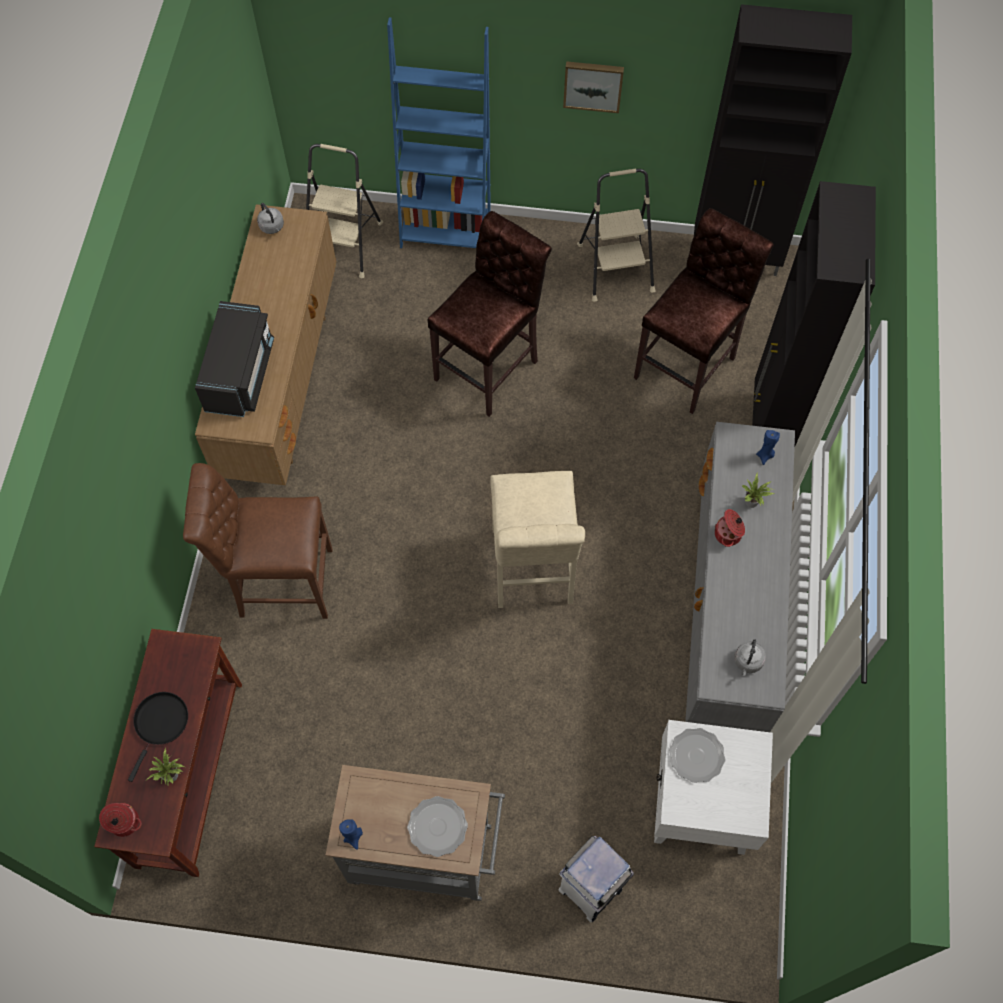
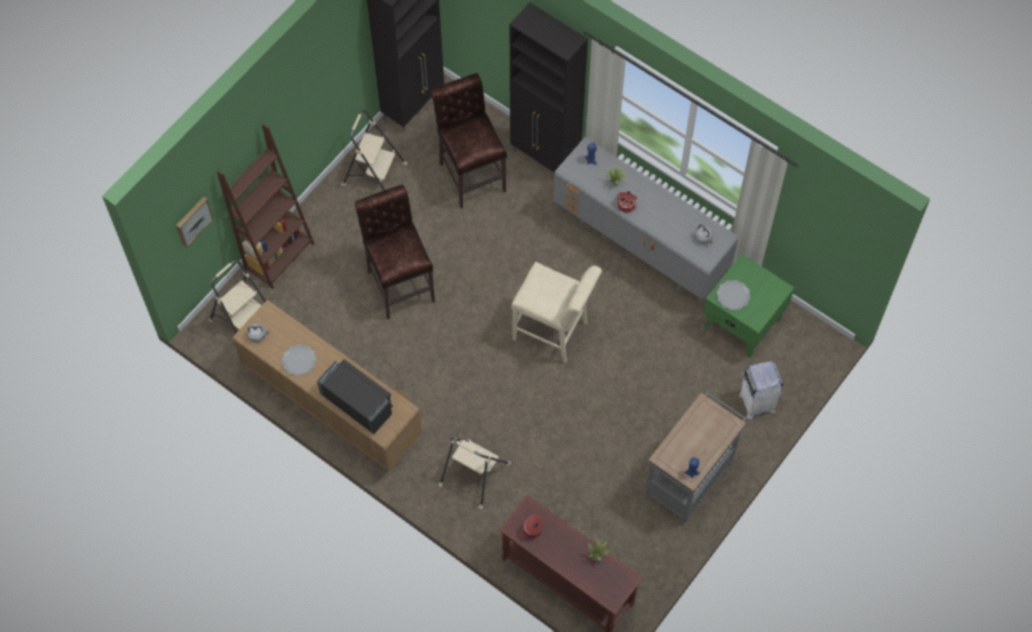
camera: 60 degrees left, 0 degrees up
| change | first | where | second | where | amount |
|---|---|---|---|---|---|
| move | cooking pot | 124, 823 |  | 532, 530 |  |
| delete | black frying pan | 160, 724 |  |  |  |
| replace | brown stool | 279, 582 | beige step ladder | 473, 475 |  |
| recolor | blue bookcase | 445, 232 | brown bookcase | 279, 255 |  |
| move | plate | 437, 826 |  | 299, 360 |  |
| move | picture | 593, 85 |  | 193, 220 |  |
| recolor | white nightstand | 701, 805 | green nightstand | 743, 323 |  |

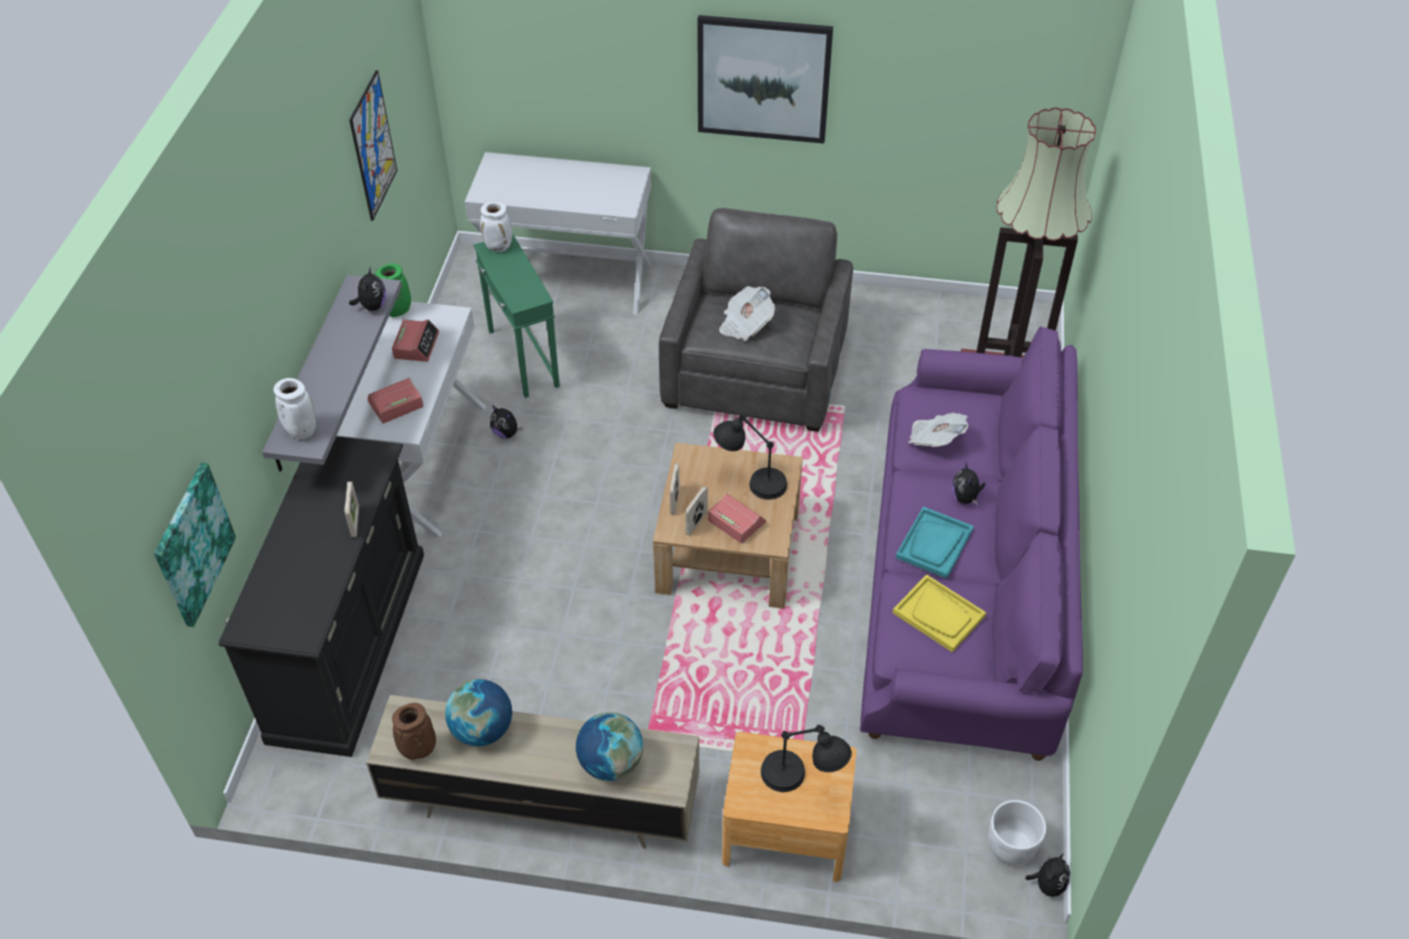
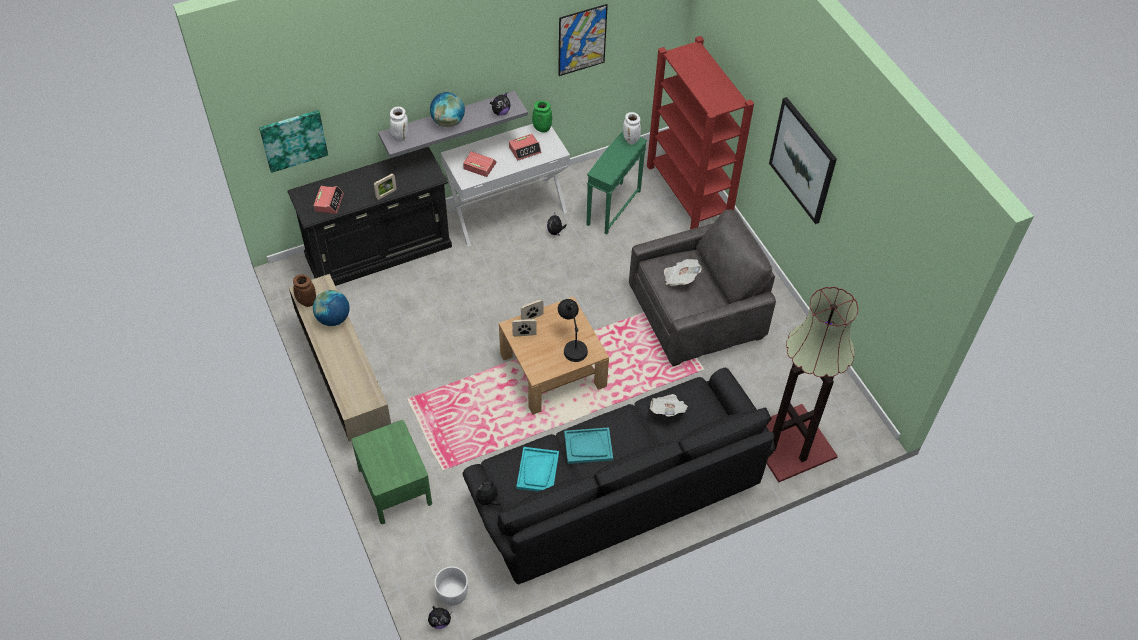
camera: 55 degrees right, 5 degrees up
| change | first | where | second | where | amount |
|---|---|---|---|---|---|
| replace | white console table | 567, 280 | red bookcase | 689, 192 |  |
| move | globe | 611, 763 |  | 448, 122 |  |
| move | alarm clock | 736, 521 |  | 329, 202 |  |
| recolor | brown nightstand | 786, 831 | green nightstand | 395, 486 |  |
| delete | black table lamp | 802, 780 |  |  |  |
| recolor | purple sofa | 963, 583 | black sofa | 615, 491 |  |
| recolor | yellow tray | 939, 614 | turquoise tray | 538, 471 |  |
| move | plush toy | 965, 498 |  | 488, 501 |  |

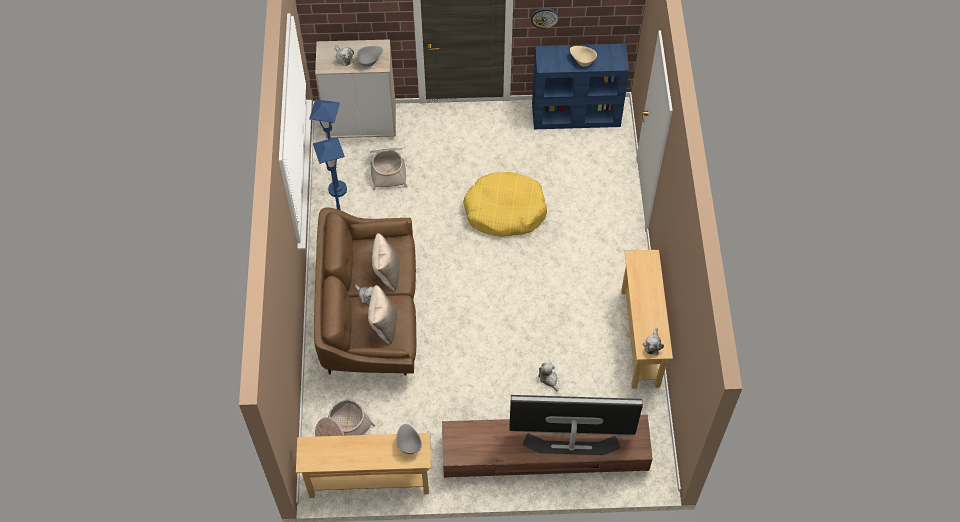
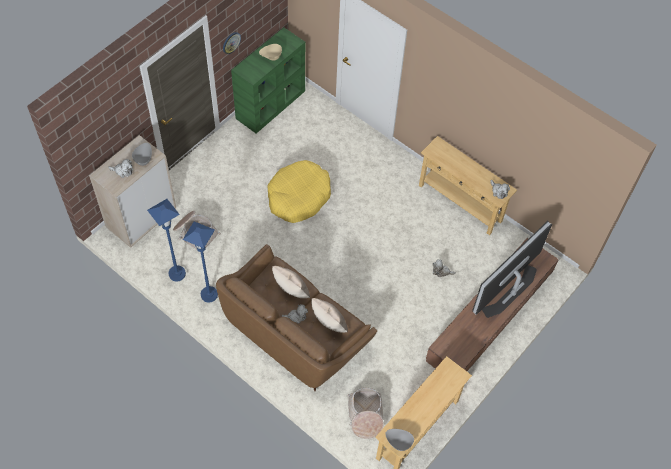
camera: 50 degrees left, 0 degrees up
| change | first | where | second | where | amount |
|---|---|---|---|---|---|
| move | grey bowl | 409, 444 |  | 398, 442 |  |
| recolor | blue bookcase | 576, 114 | green bookcase | 270, 104 |  |

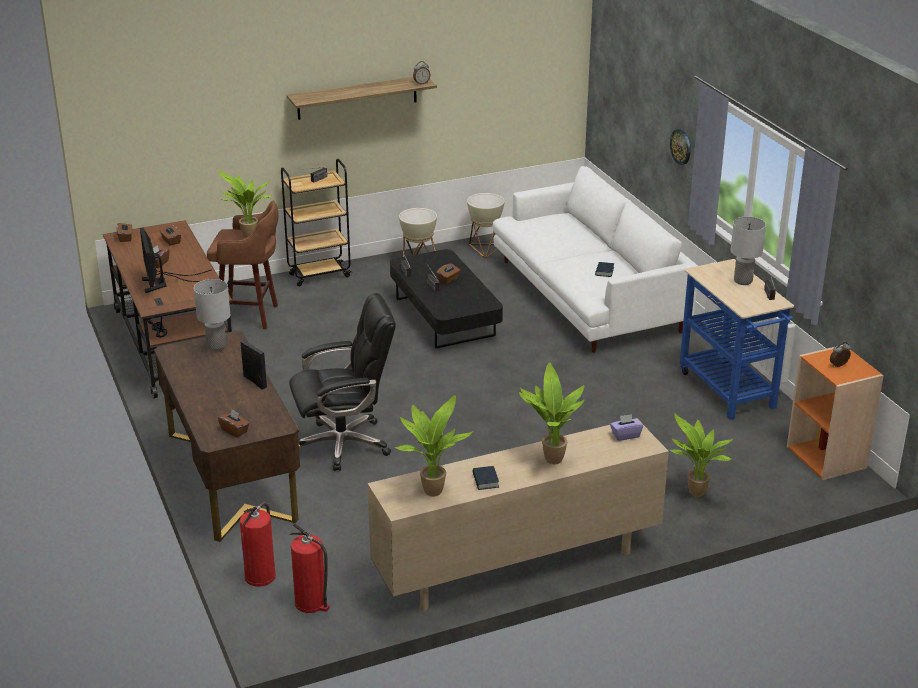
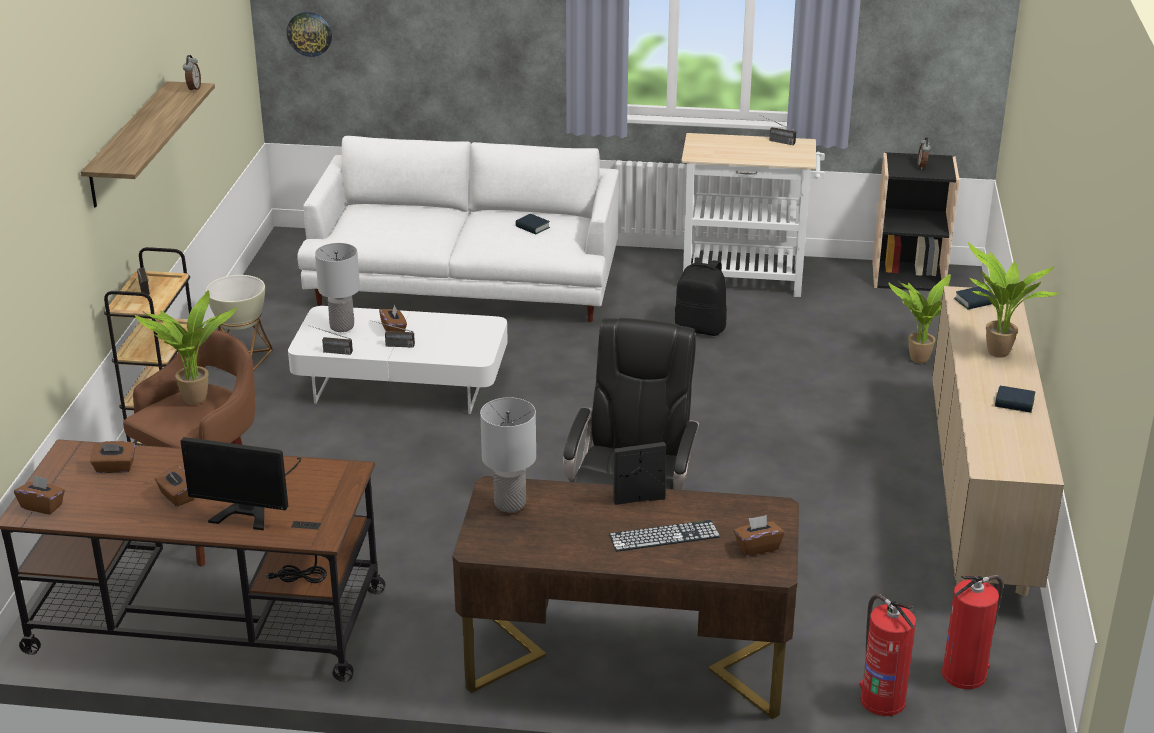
camera: 60 degrees left, 0 degrees up
| change | first | where | second | where | amount |
|---|---|---|---|---|---|
| recolor | black coffee table | 444, 317 | white coffee table | 402, 385 |  |
| delete | potted plant | 431, 490 |  |  |  |
| delete | planter | 485, 249 |  |  |  |
| replace | purple tissue box | 625, 435 | book | 975, 301 |  |
| move | wall clock | 681, 146 |  | 309, 33 |  |
| recolor | blue cart | 728, 390 | white cart | 745, 279 |  |
| move | grey table lamp | 743, 282 |  | 342, 328 |  |
| recolor | orange bookcase | 827, 457 | black bookcase | 909, 276 |  |
| insert |  |  | keyboard | 664, 536 |  |
| insert |  |  | black backpack | 700, 328 |  |

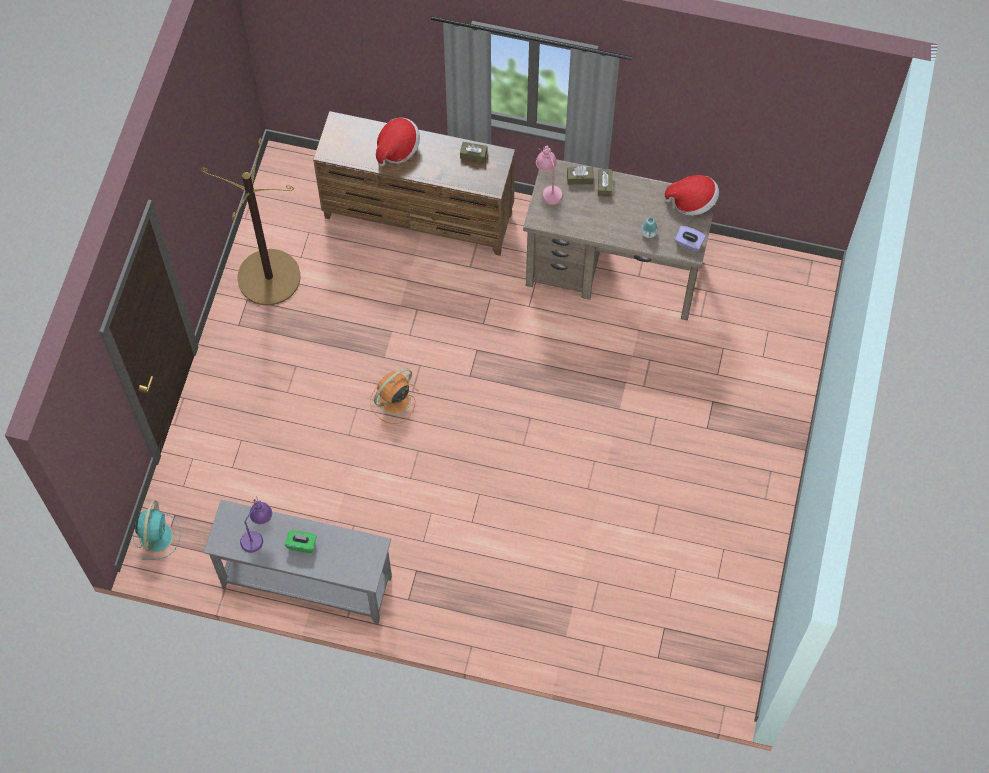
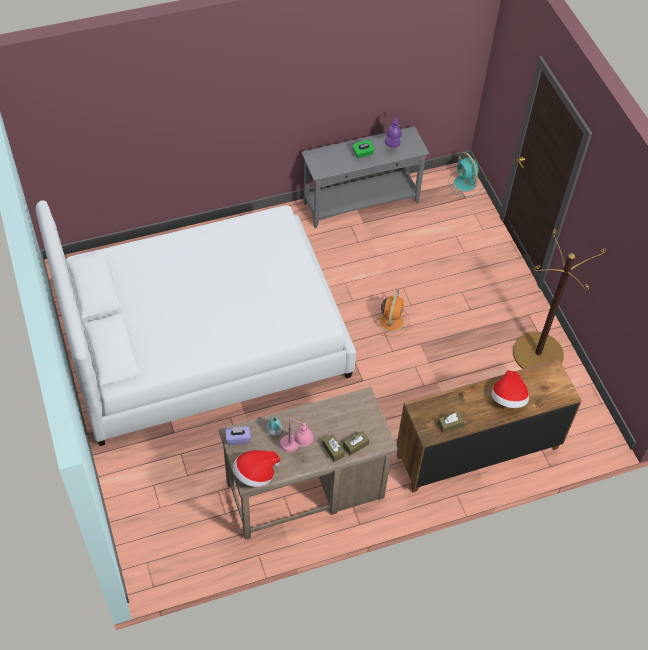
camera: 145 degrees right, 10 degrees down
| change | first | where | second | where | amount |
|---|---|---|---|---|---|
| move | pink table lamp | 548, 187 |  | 296, 448 |  |
| insert |  |  | white bed | 203, 339 |  |

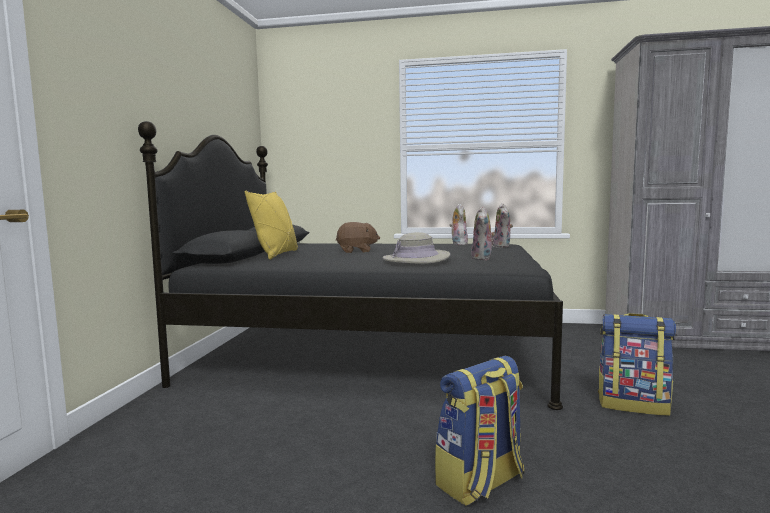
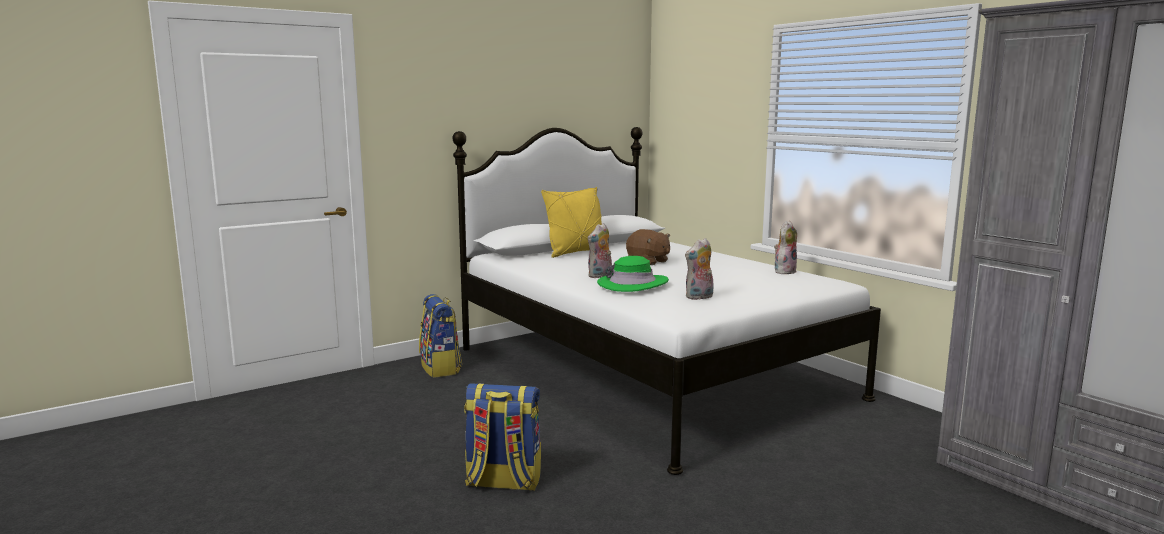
camera: 45 degrees right, 5 degrees up
| change | first | where | second | where | amount |
|---|---|---|---|---|---|
| recolor | black bed | 372, 352 | white bed | 648, 372 |  |
| recolor | beige hat | 416, 259 | green hat | 632, 284 |  |
| move | plush toy | 503, 246 |  | 600, 276 |  |
| move | backpack | 633, 404 |  | 441, 368 |  |

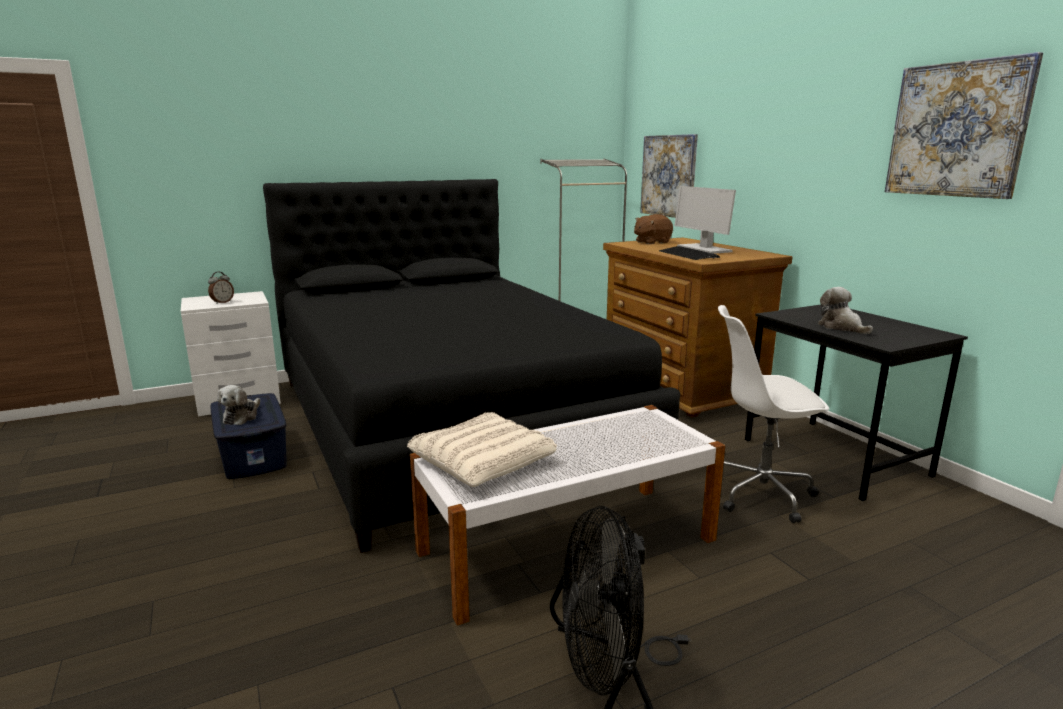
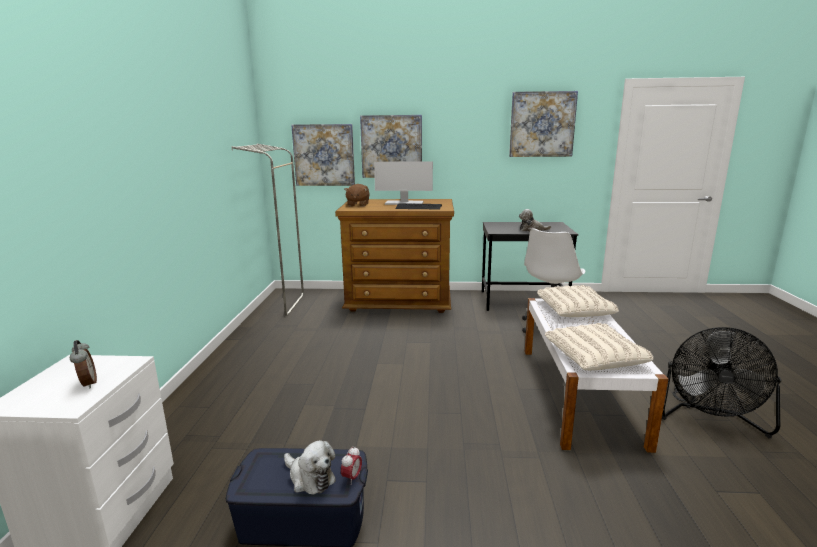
camera: 60 degrees left, 0 degrees up
| change | first | where | second | where | amount |
|---|---|---|---|---|---|
| delete | black bed | 449, 421 |  |  |  |
| insert |  |  | alarm clock | 352, 478 |  |
| insert |  |  | picture | 391, 146 |  |
| insert |  |  | beige pillow | 574, 309 |  |

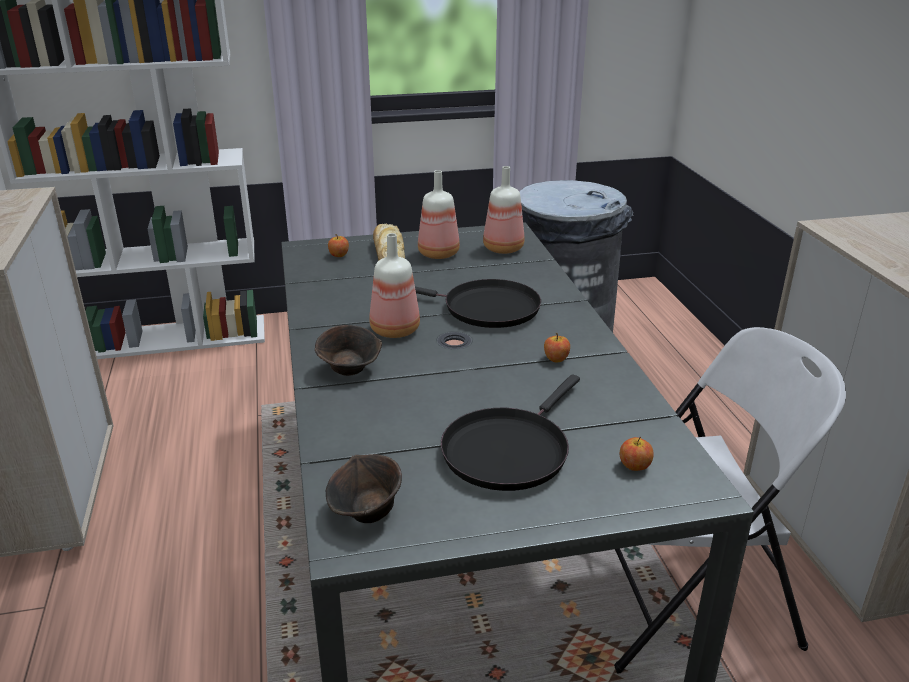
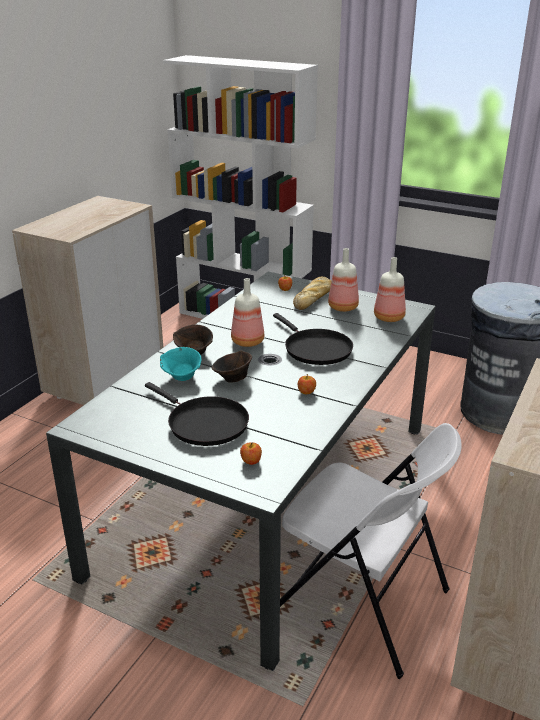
camera: 40 degrees right, 0 degrees up
| change | first | where | second | where | amount |
|---|---|---|---|---|---|
| move | brown bowl | 366, 513 |  | 232, 379 |  |
| rotate | black frying pan | 508, 450 |  | 204, 423 | 120 degrees counterclockwise |
| insert |  |  | turquoise bowl | 182, 377 |  |

